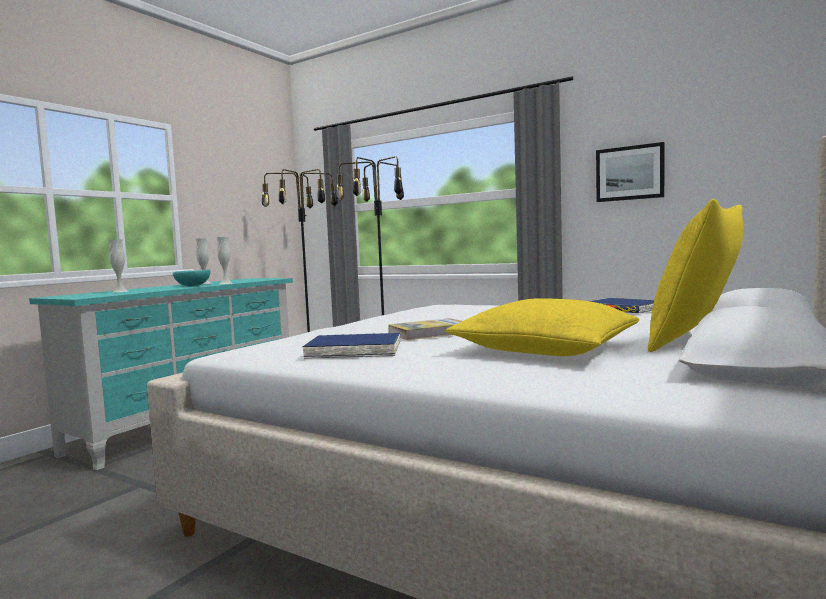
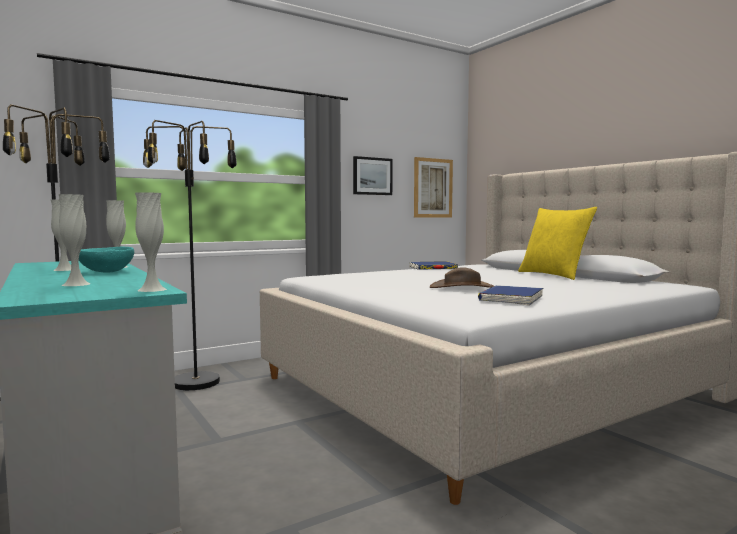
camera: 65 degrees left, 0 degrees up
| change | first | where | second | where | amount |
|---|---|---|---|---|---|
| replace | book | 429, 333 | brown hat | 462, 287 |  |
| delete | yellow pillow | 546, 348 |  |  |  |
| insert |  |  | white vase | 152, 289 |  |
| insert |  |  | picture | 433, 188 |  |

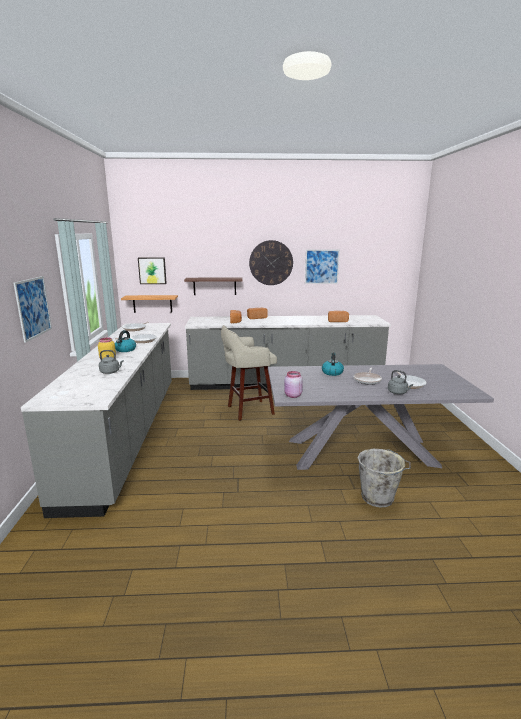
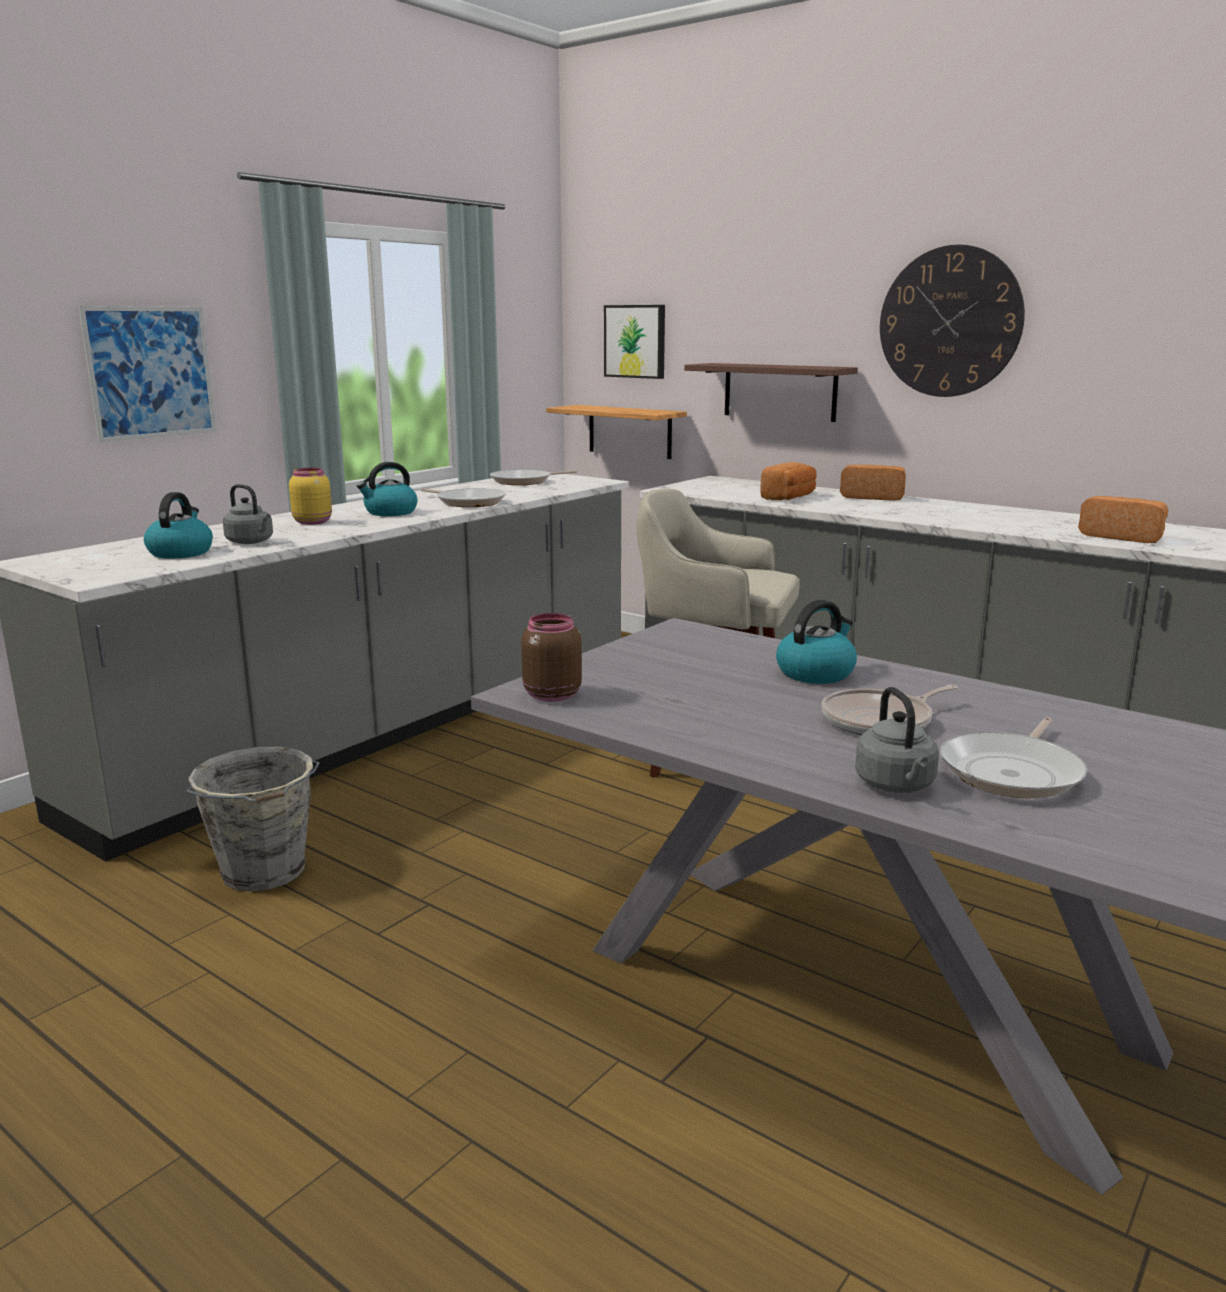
camera: 40 degrees right, 0 degrees up
| change | first | where | second | where | amount |
|---|---|---|---|---|---|
| recolor | pink jar | 292, 395 | brown jar | 550, 695 |  |
| delete | picture | 321, 266 |  |  |  |
| move | grey bucket | 379, 498 |  | 264, 872 |  |
| insert |  |  | kettle | 180, 552 |  |

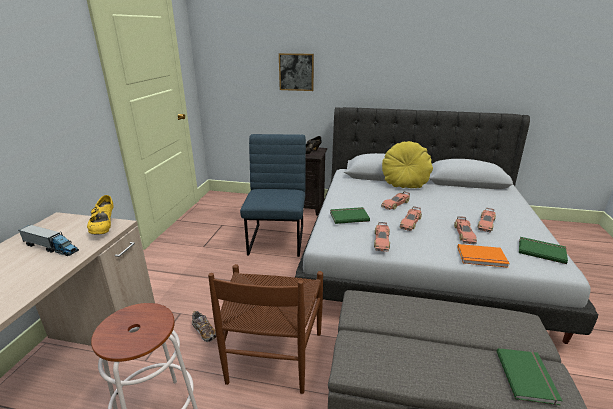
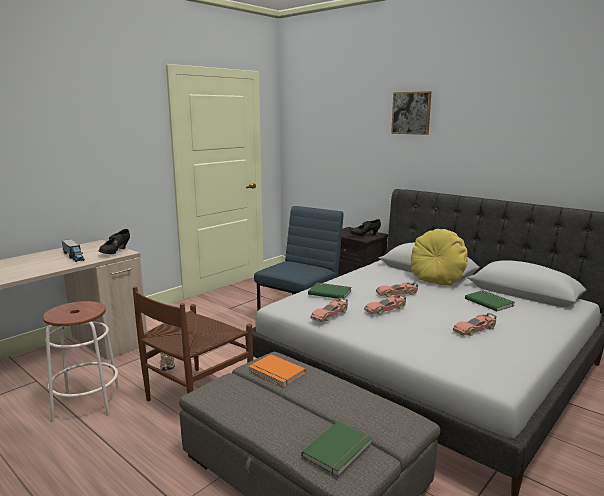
camera: 30 degrees right, 10 degrees down
| change | first | where | second | where | amount |
|---|---|---|---|---|---|
| recolor | yellow shoe | 104, 227 | black shoe | 115, 252 |  |
| move | picture | 296, 72 |  | 411, 113 |  |
| delete | toy car | 464, 234 |  |  |  |
| move | orange book | 482, 258 |  | 275, 372 |  |
| move | green book | 541, 251 |  | 490, 302 |  |

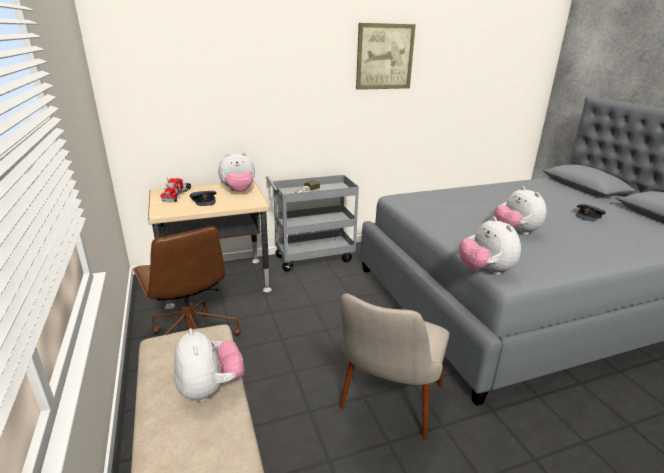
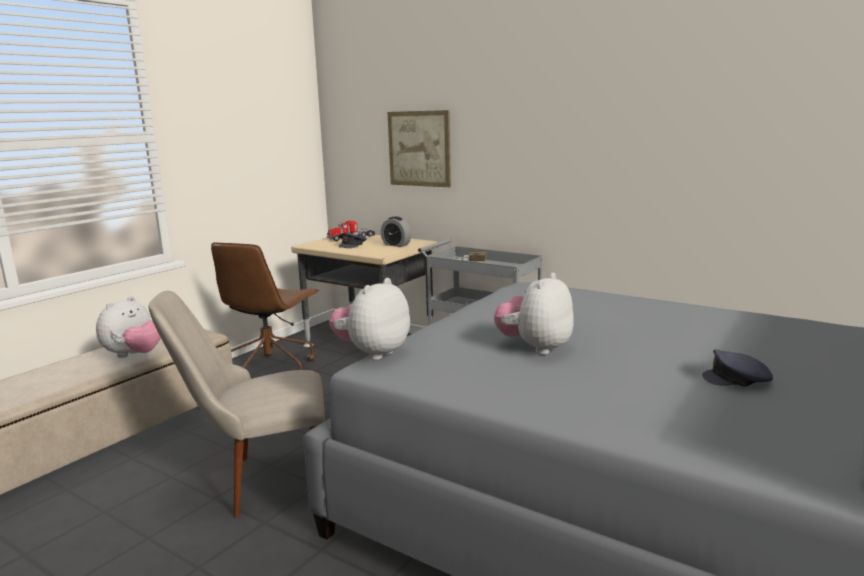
camera: 55 degrees right, 10 degrees down
| change | first | where | second | where | amount |
|---|---|---|---|---|---|
| replace | plush toy | 238, 191 | alarm clock | 396, 245 |  |
| move | picture | 385, 57 |  | 419, 148 |  |

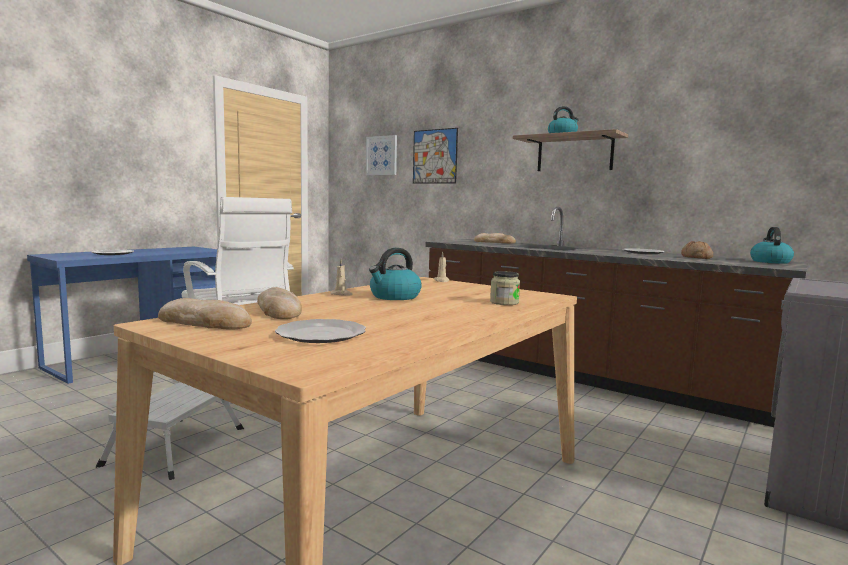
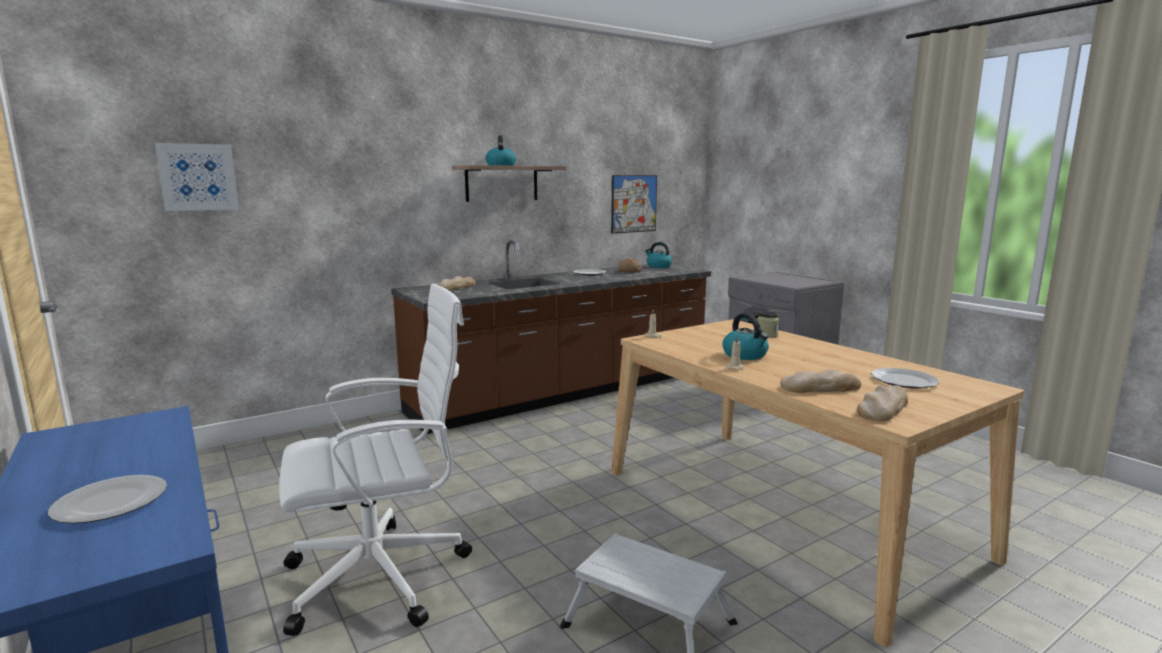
camera: 70 degrees left, 5 degrees up
| change | first | where | second | where | amount |
|---|---|---|---|---|---|
| move | picture | 435, 156 |  | 634, 204 |  |

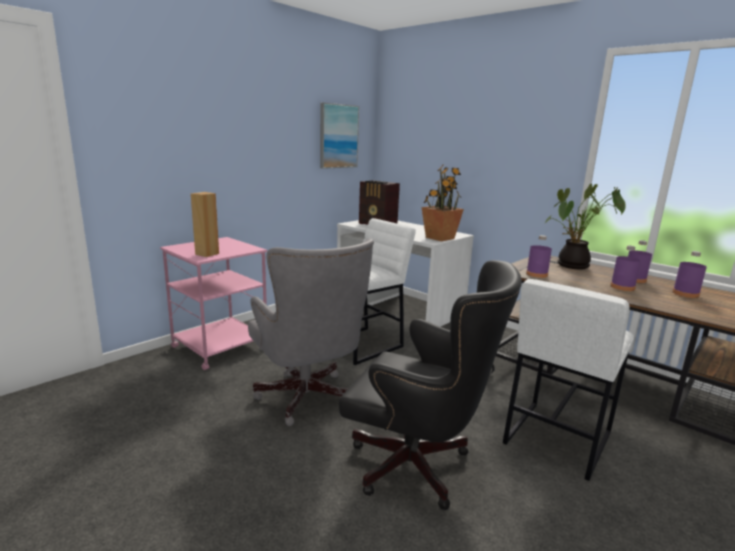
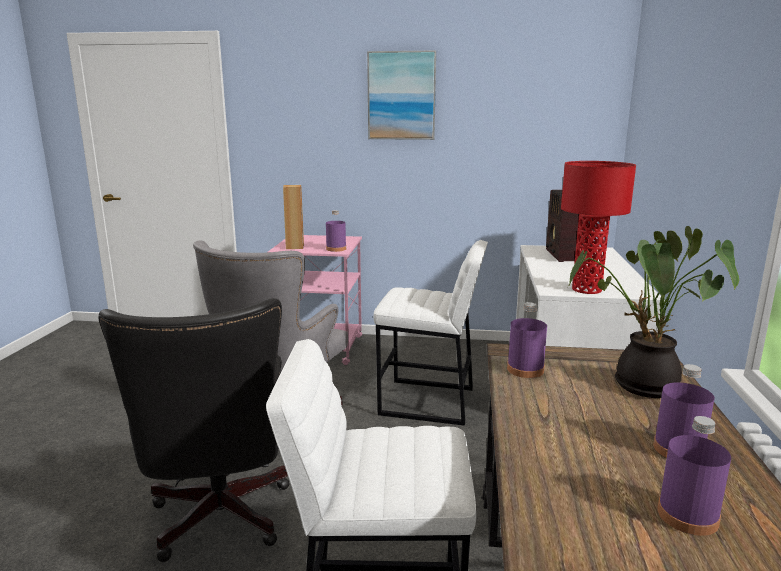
camera: 55 degrees right, 0 degrees up
| change | first | where | second | where | amount |
|---|---|---|---|---|---|
| move | picture | 338, 136 |  | 401, 96 |  |
| replace | potted plant | 440, 238 | red table lamp | 586, 289 |  |
| move | purple bottle | 622, 287 |  | 336, 249 |  |

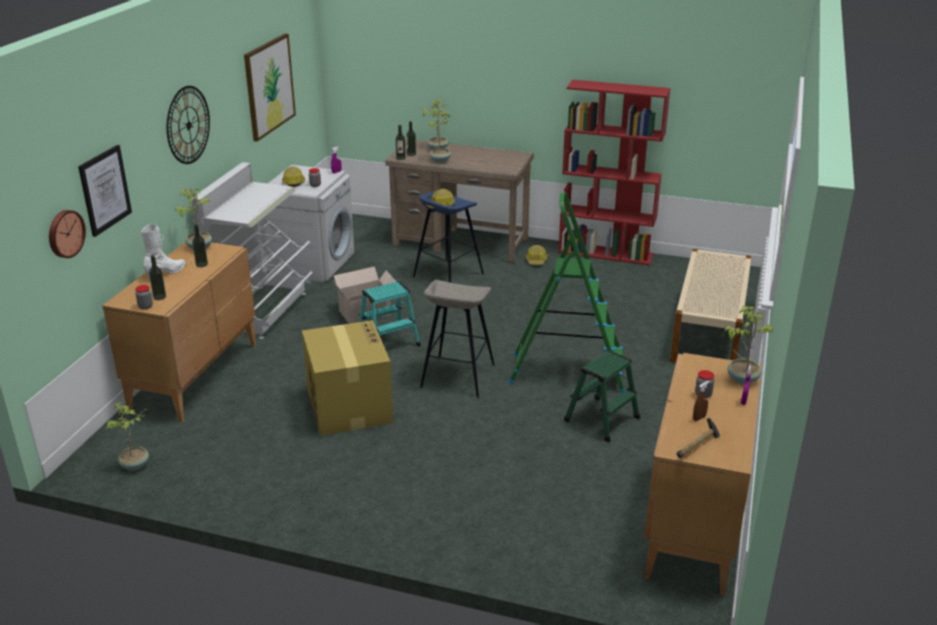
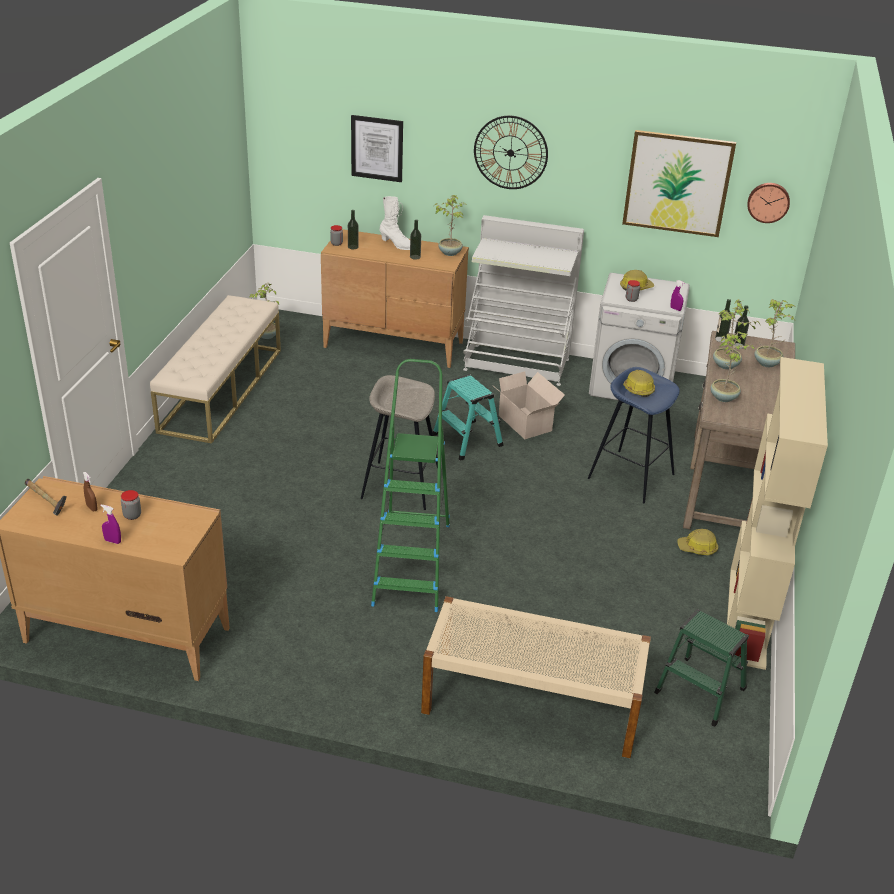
camera: 85 degrees right, 5 degrees up
| change | first | where | second | where | amount |
|---|---|---|---|---|---|
| move | wall clock | 65, 233 |  | 768, 202 |  |
| delete | cardboard box | 348, 405 |  |  |  |
| recolor | red bookcase | 606, 253 | beige bookcase | 748, 617 |  |
| move | green step ladder | 601, 419 |  | 700, 690 |  |
| move | potted plant | 742, 379 |  | 724, 397 |  |
| insert |  |  | beige bench | 222, 389 |  |

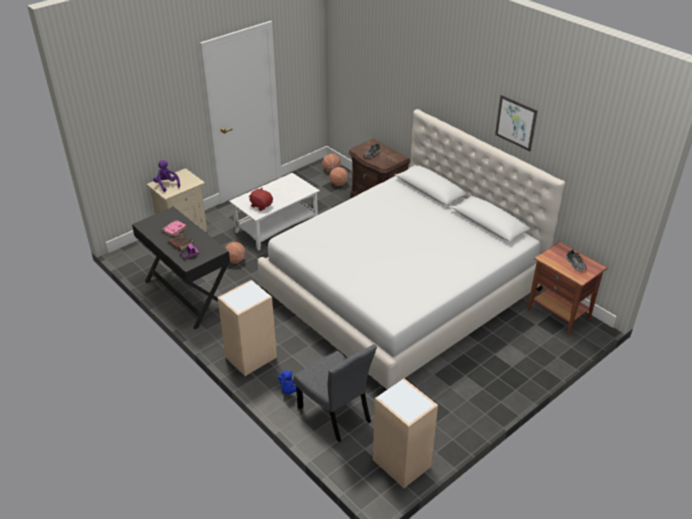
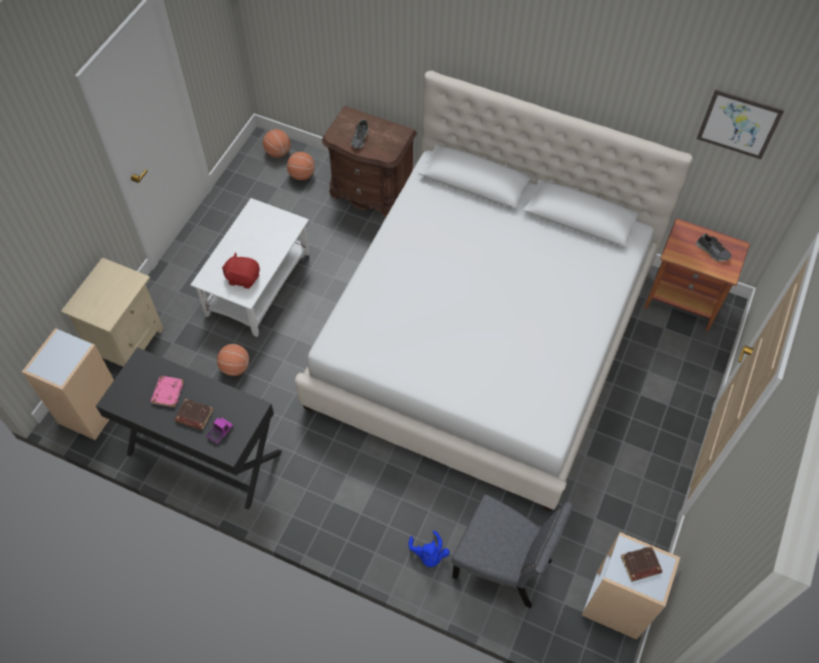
camera: 25 degrees left, 20 degrees up
| change | first | where | second | where | amount |
|---|---|---|---|---|---|
| delete | purple plush toy | 166, 185 |  |  |  |
| move | bookcase | 250, 357 |  | 90, 411 |  |
| move | picture | 516, 122 |  | 738, 124 |  |
| insert |  |  | brown book | 640, 565 |  |

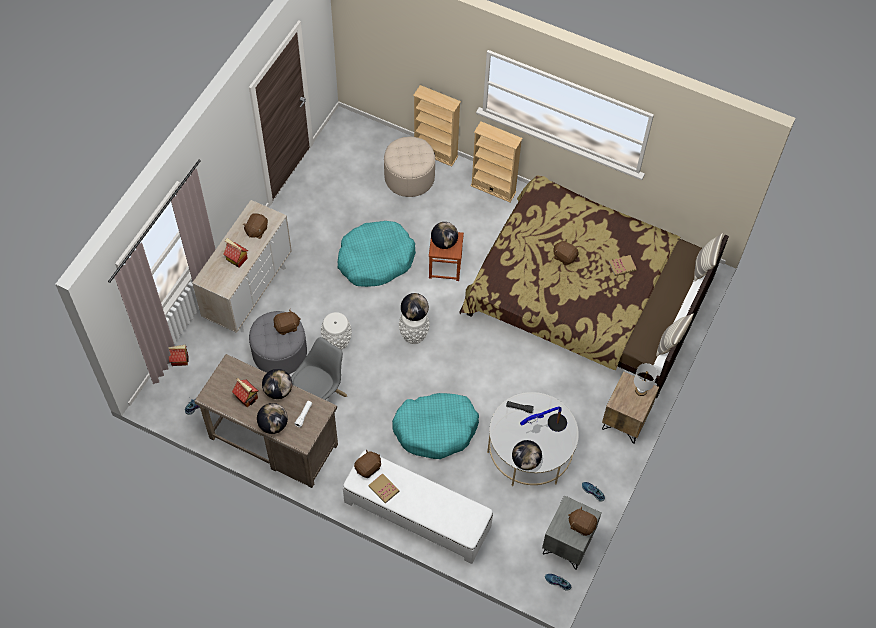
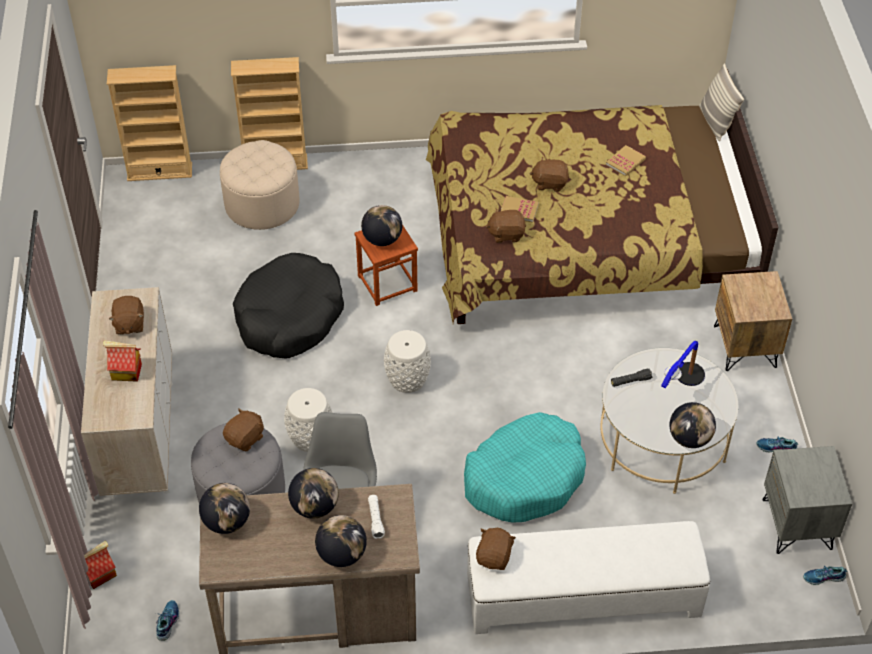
camera: 30 degrees left, 10 degrees down
| change | first | where | second | where | amount |
|---|---|---|---|---|---|
| delete | toy house | 247, 397 |  |  |  |
| recolor | turquoise dog bed | 375, 259 | black dog bed | 289, 317 |  |
| move | book | 383, 488 |  | 519, 210 |  |
| move | globe | 414, 314 |  | 227, 522 |  |
| move | beige bookcase | 493, 188 |  | 159, 171 |  |
| move | brown plush toy | 581, 525 |  | 506, 234 |  |
| delete | white table lamp | 641, 390 |  |  |  |
| delete | pillow | 670, 343 |  |  |  |

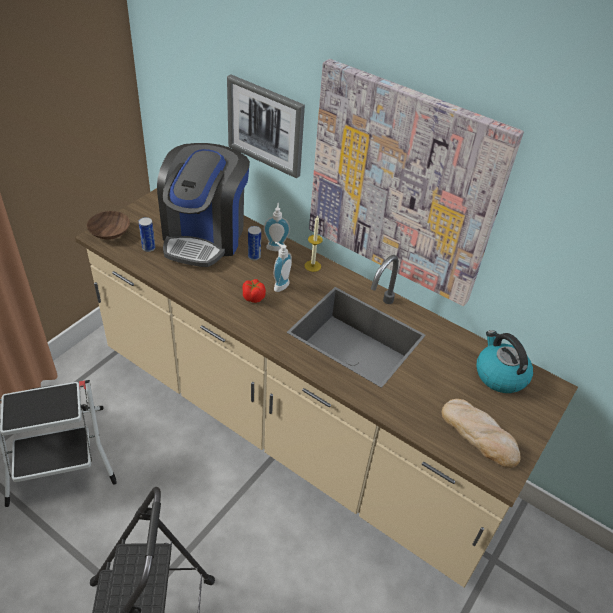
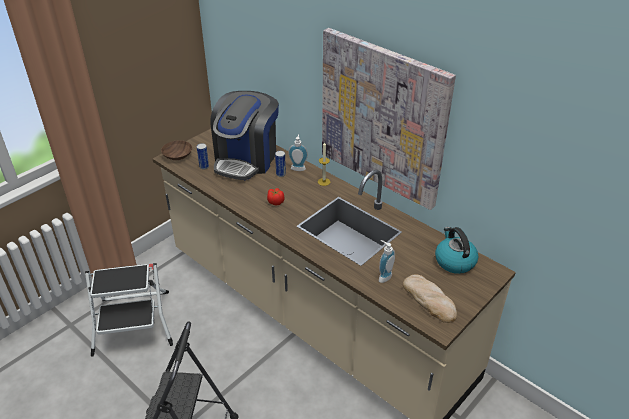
camera: 10 degrees right, 5 degrees down
| change | first | where | second | where | amount |
|---|---|---|---|---|---|
| delete | picture | 266, 125 |  |  |  |
| move | soap dispenser | 279, 285 |  | 383, 276 |  |

